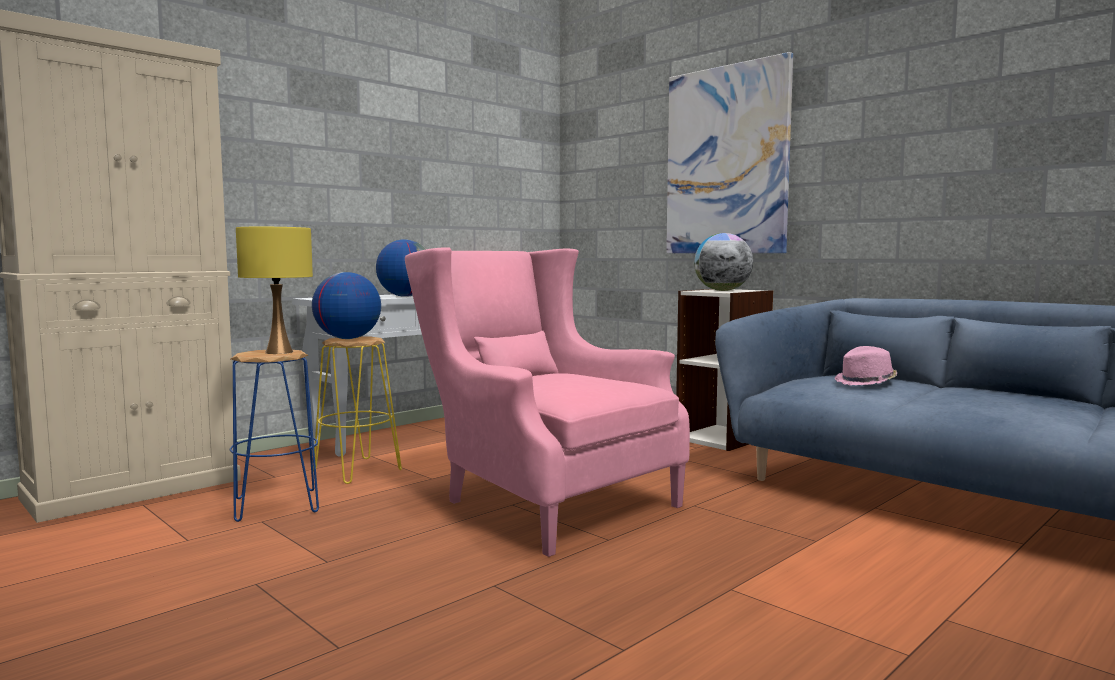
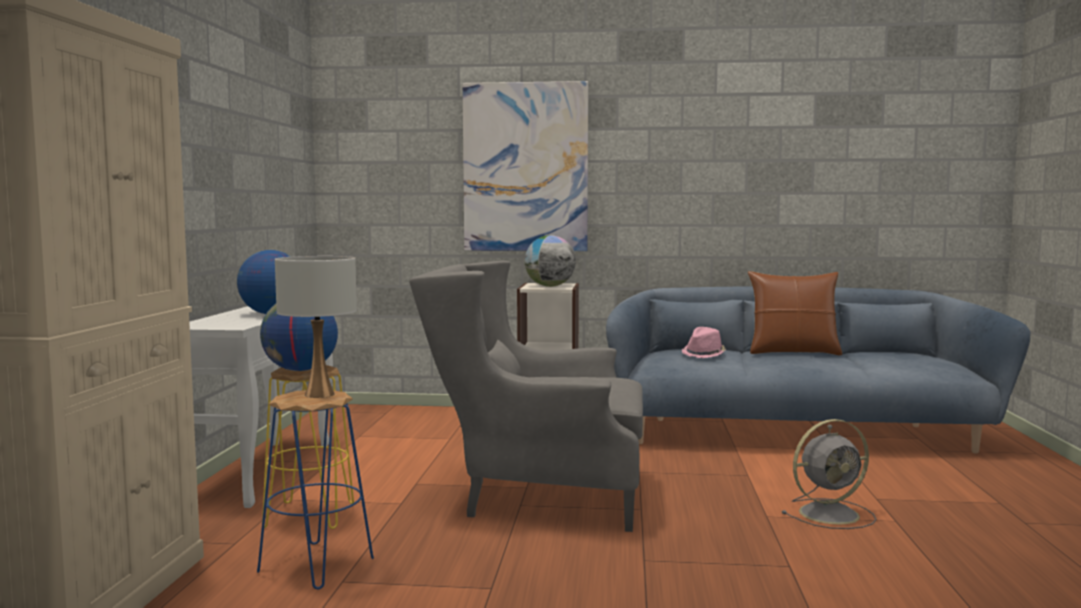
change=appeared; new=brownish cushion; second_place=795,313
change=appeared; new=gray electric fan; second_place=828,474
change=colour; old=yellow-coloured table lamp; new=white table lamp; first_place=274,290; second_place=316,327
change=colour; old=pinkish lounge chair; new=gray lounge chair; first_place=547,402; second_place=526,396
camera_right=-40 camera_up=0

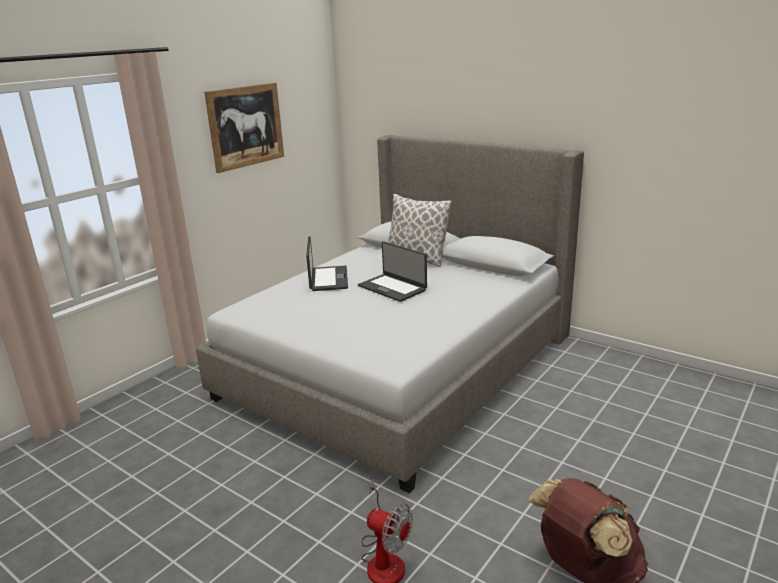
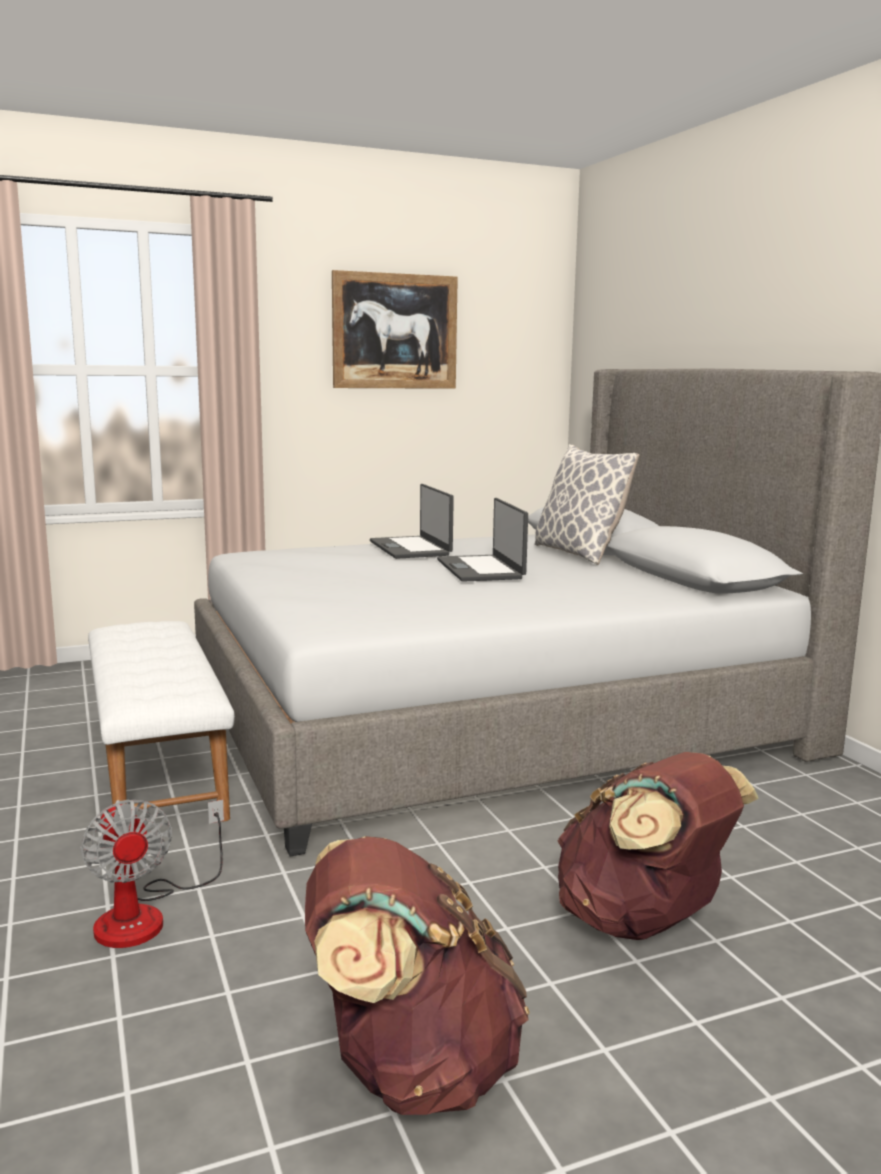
change=appeared; new=white bench; second_place=161,721
change=appeared; new=brownish rucksack; second_place=658,846
change=spun; old=notebook computer; first_place=327,263; second_place=412,521; degrees=135
camera_right=30 camera_up=-10

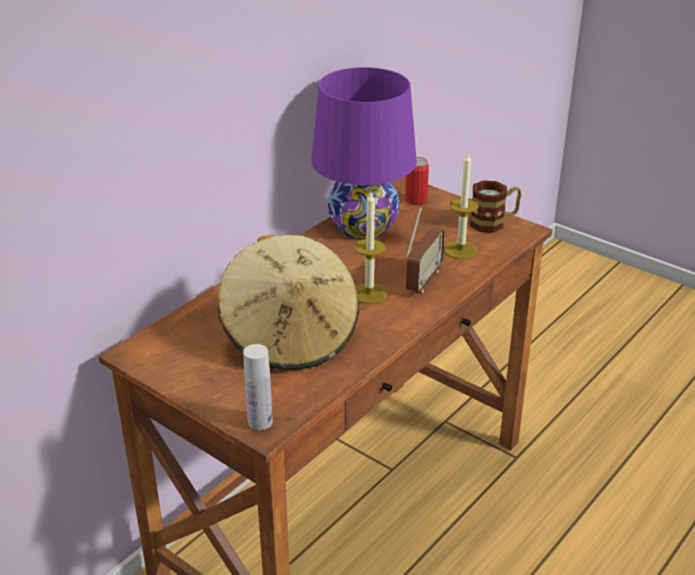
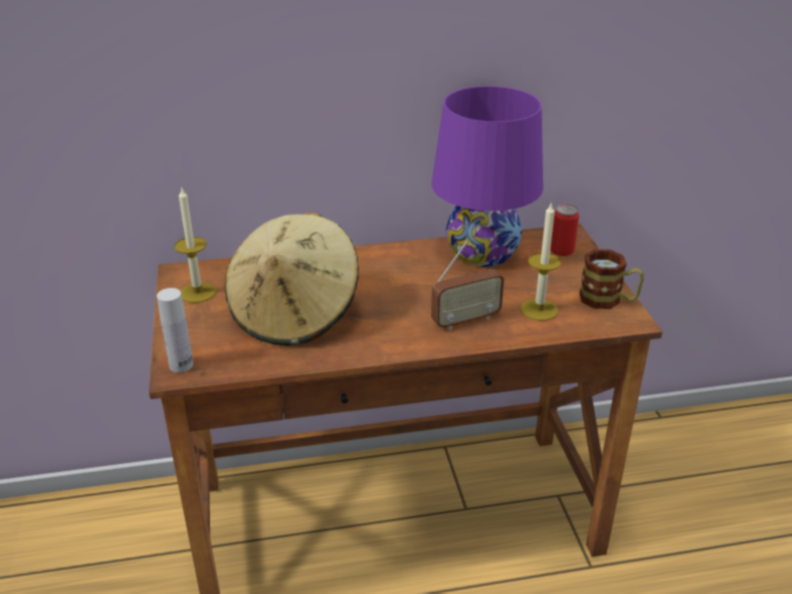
change=relocated; old=wax light; first_place=370,248; second_place=195,244
camera_right=40 camera_up=0

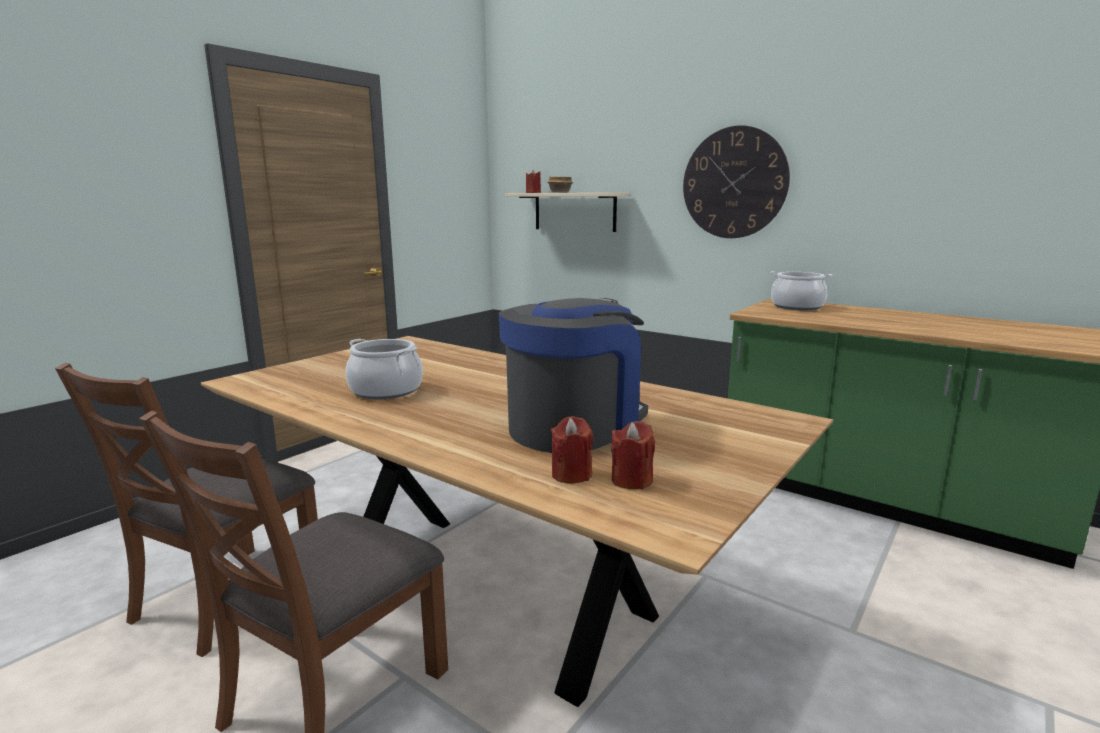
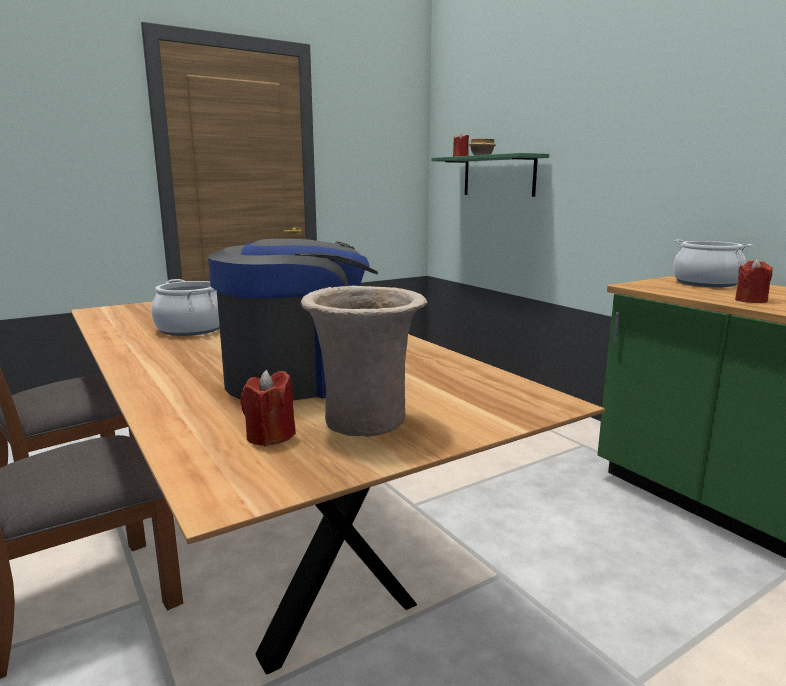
change=missing; old=wall clock; first_place=736,181
change=appeared; new=sand-coloured flower vase; second_place=364,361
change=relocated; old=red-coloured wax light; first_place=572,449; second_place=754,281
change=colour; old=sand-coloured wall shelf; new=green wall shelf; first_place=567,212; second_place=490,175
camera_right=20 camera_up=0

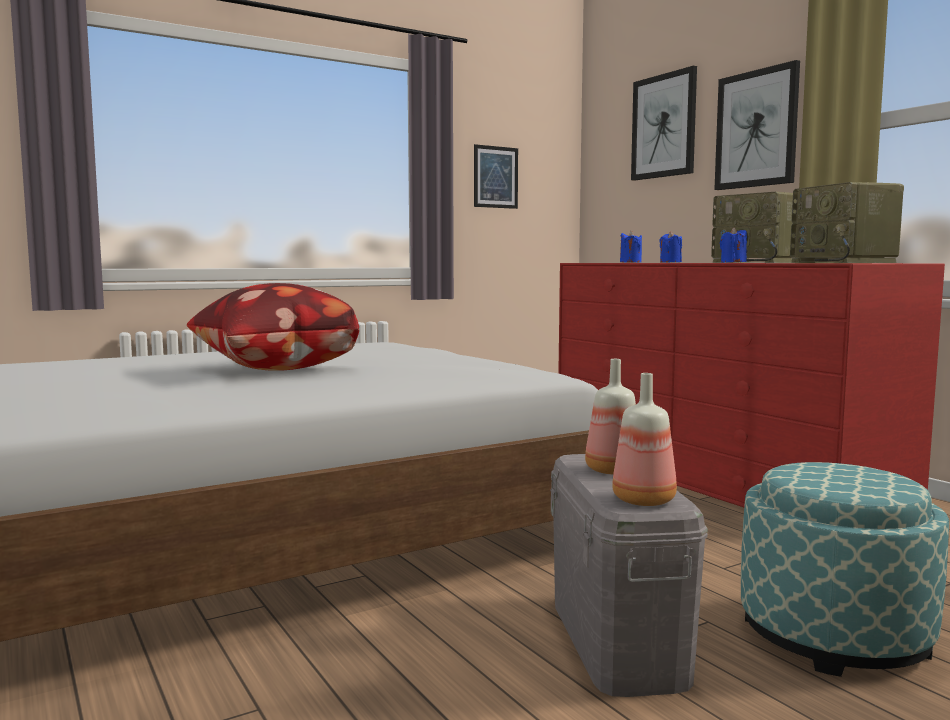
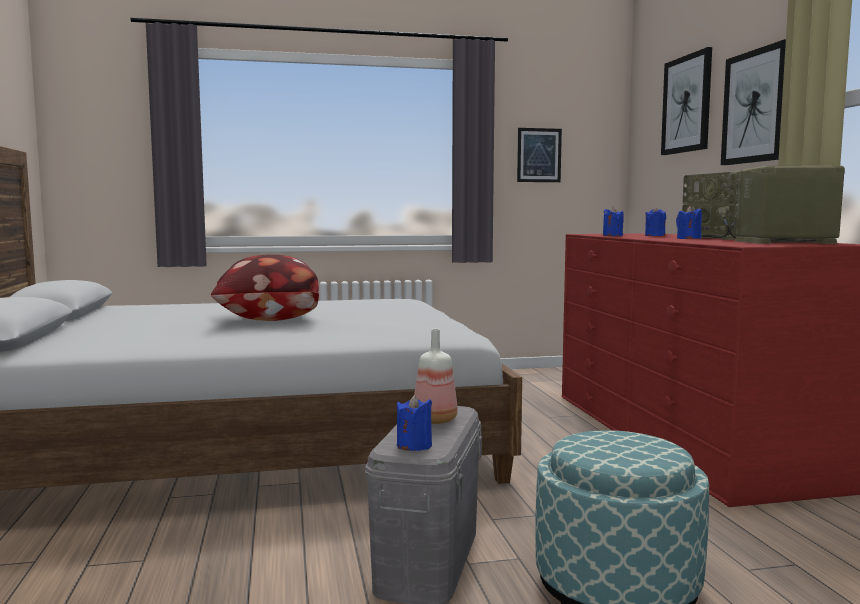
change=exchanged; old=bottle; new=blue-coloured wax light; first_place=644,439; second_place=414,422
change=spun; old=radio; first_place=847,222; second_place=787,205; degrees=90
camera_right=20 camera_up=0

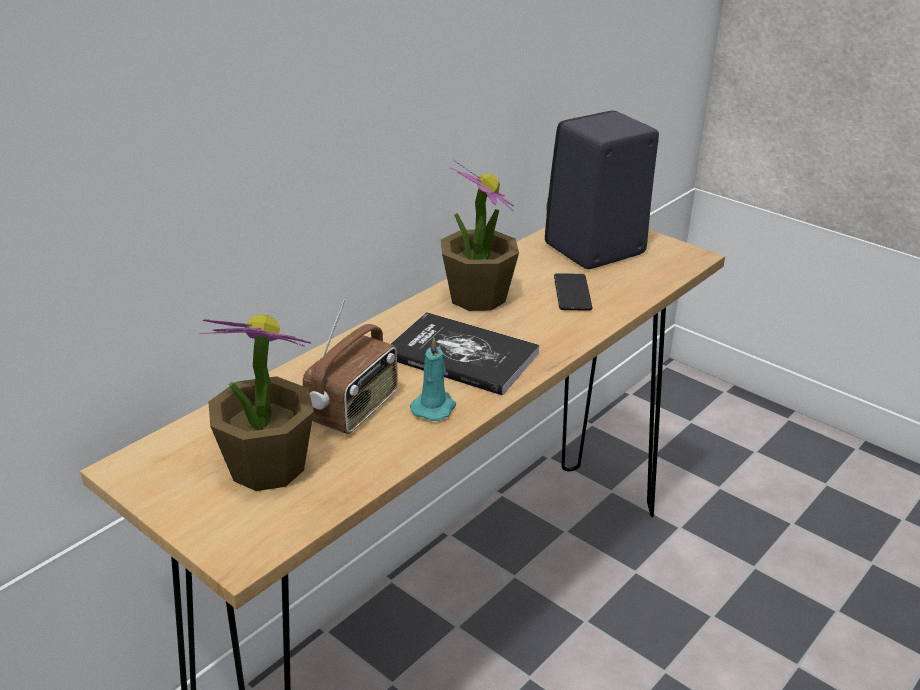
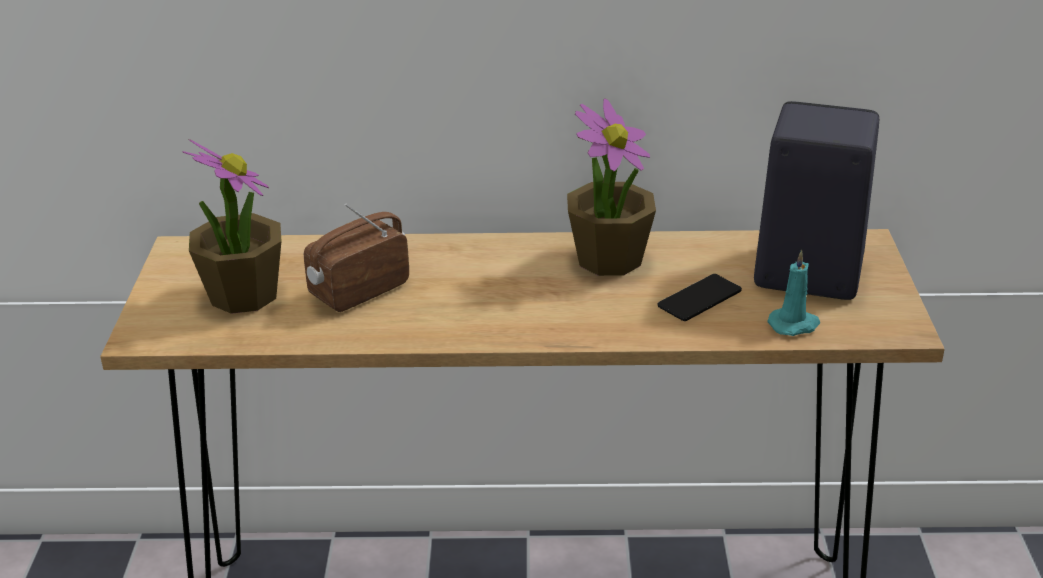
change=missing; old=book; first_place=465,354
change=relocated; old=turquoise-coloured wax light; first_place=433,379; second_place=793,293
change=spun; old=radio; first_place=350,366; second_place=356,258; degrees=150
camera_right=50 camera_up=0

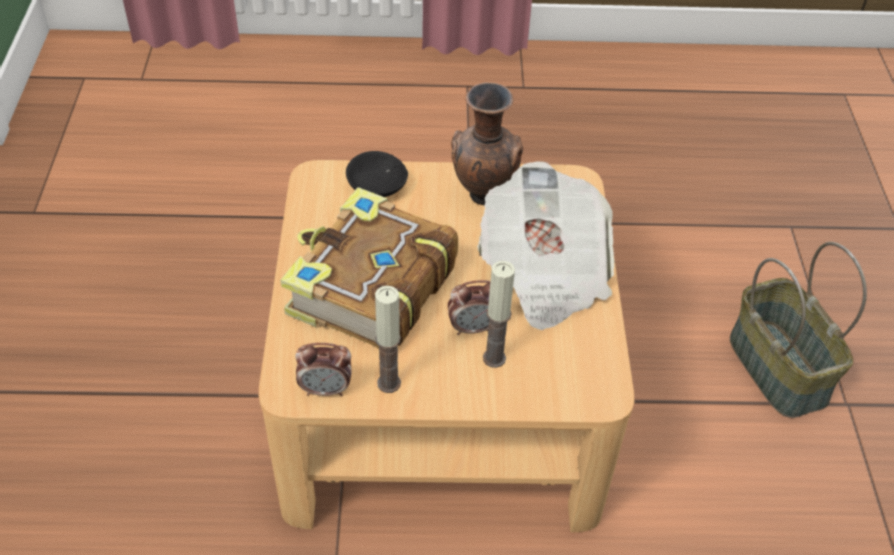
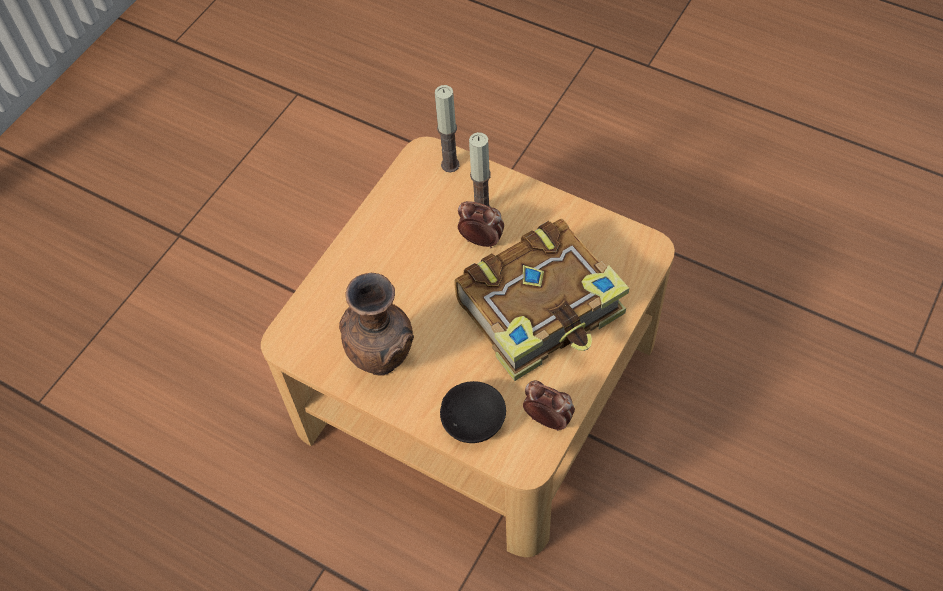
change=missing; old=printed paper; first_place=545,245
change=missing; old=storage basket; first_place=798,330
change=relocated; old=table clock; first_place=323,369; second_place=549,406
change=relocated; old=wax light; first_place=388,339; second_place=447,128
camera_right=-145 camera_up=10

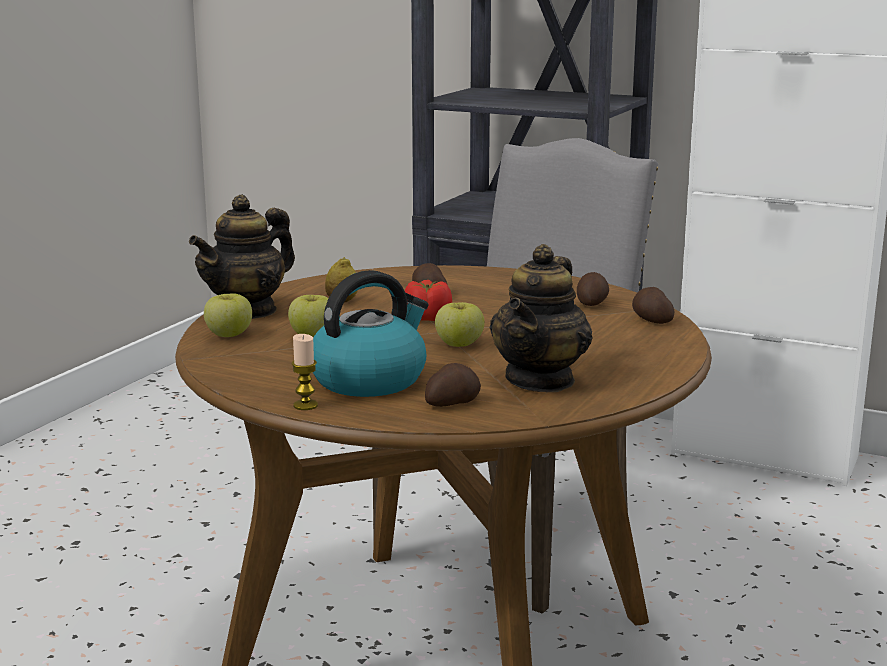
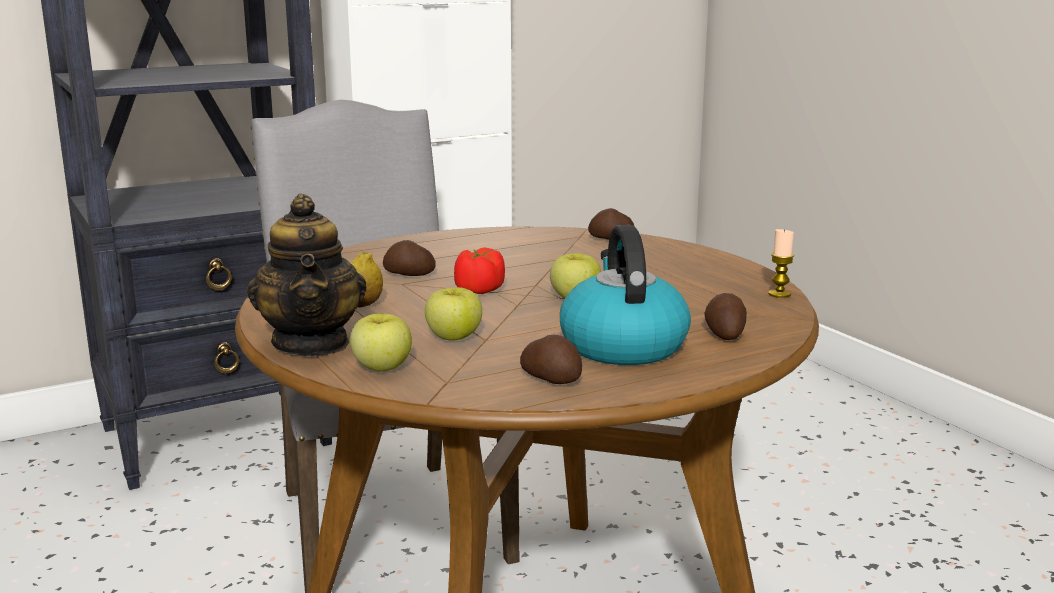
change=missing; old=tea pot; first_place=541,318
change=relocated; old=wax light; first_place=305,372; second_place=781,263
change=relocated; old=whole potato; first_place=593,289; second_place=551,359
camera_right=-55 camera_up=0

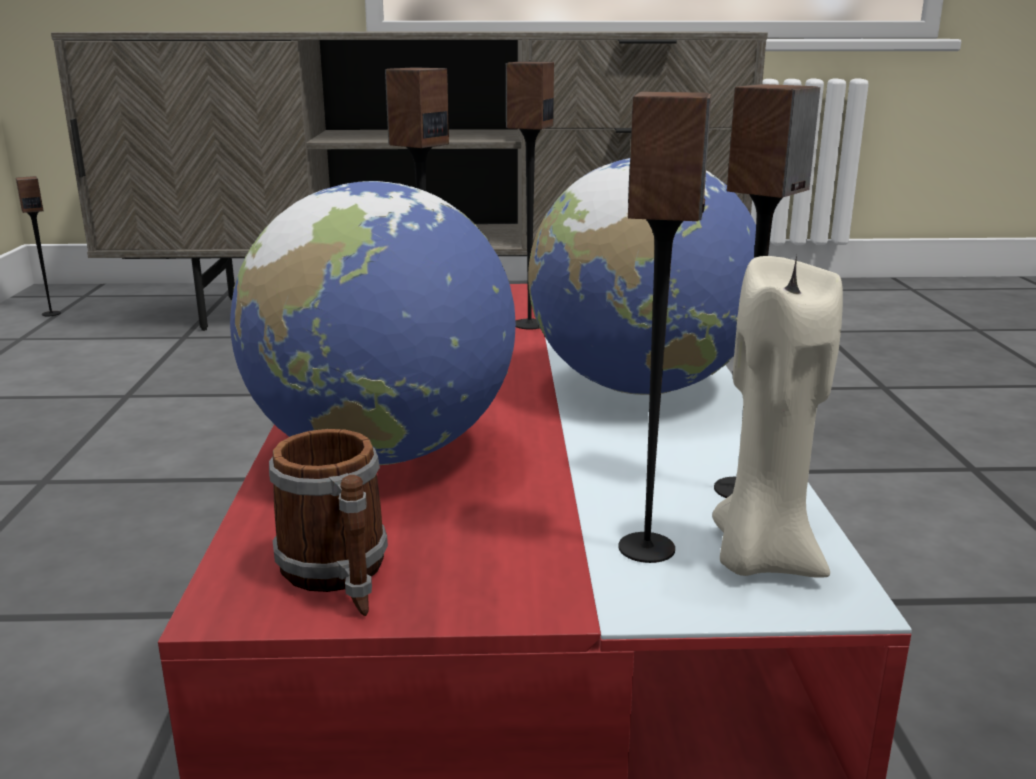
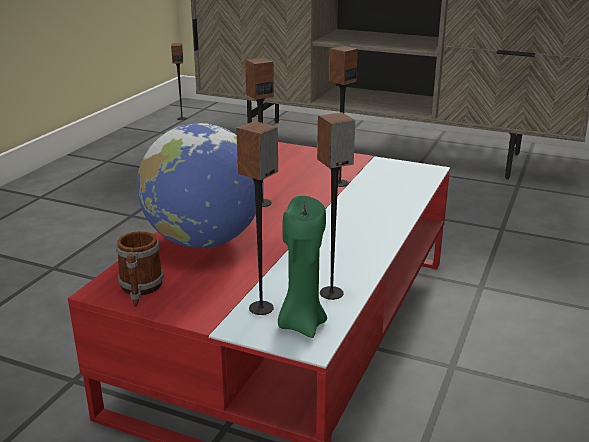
change=missing; old=world globe; first_place=642,276
change=colour; old=sand-coloured wax light; new=green wax light; first_place=777,416; second_place=302,267
camera_right=25 camera_up=5

